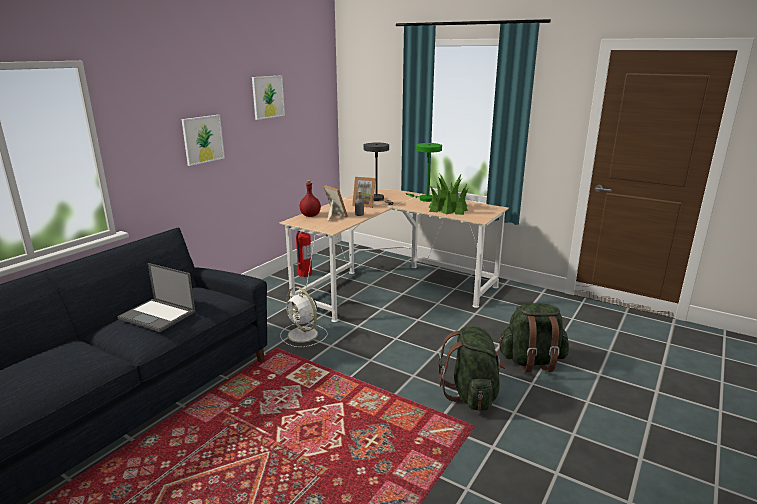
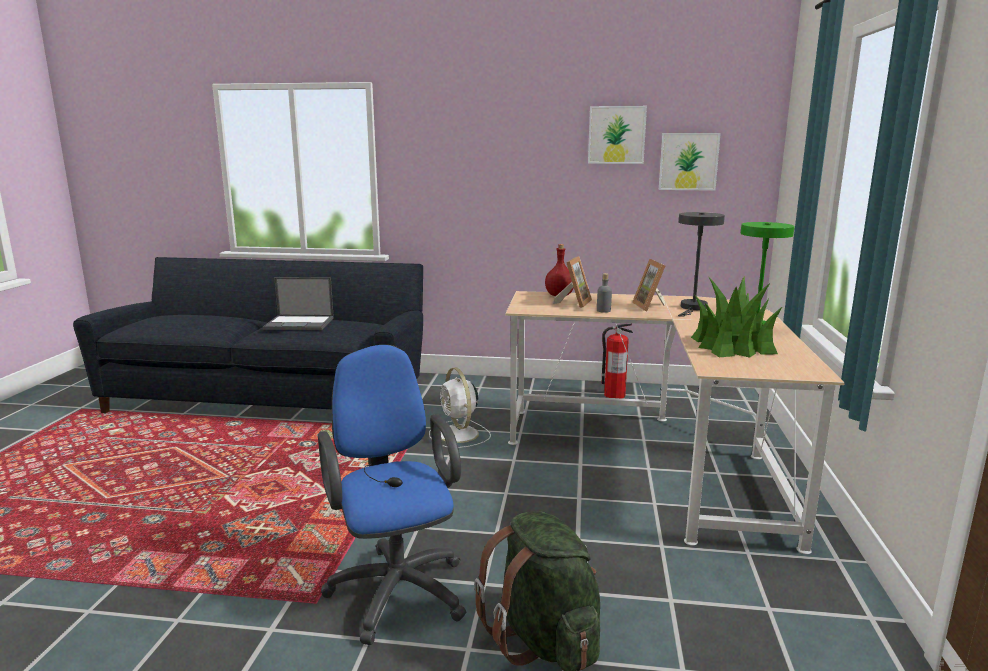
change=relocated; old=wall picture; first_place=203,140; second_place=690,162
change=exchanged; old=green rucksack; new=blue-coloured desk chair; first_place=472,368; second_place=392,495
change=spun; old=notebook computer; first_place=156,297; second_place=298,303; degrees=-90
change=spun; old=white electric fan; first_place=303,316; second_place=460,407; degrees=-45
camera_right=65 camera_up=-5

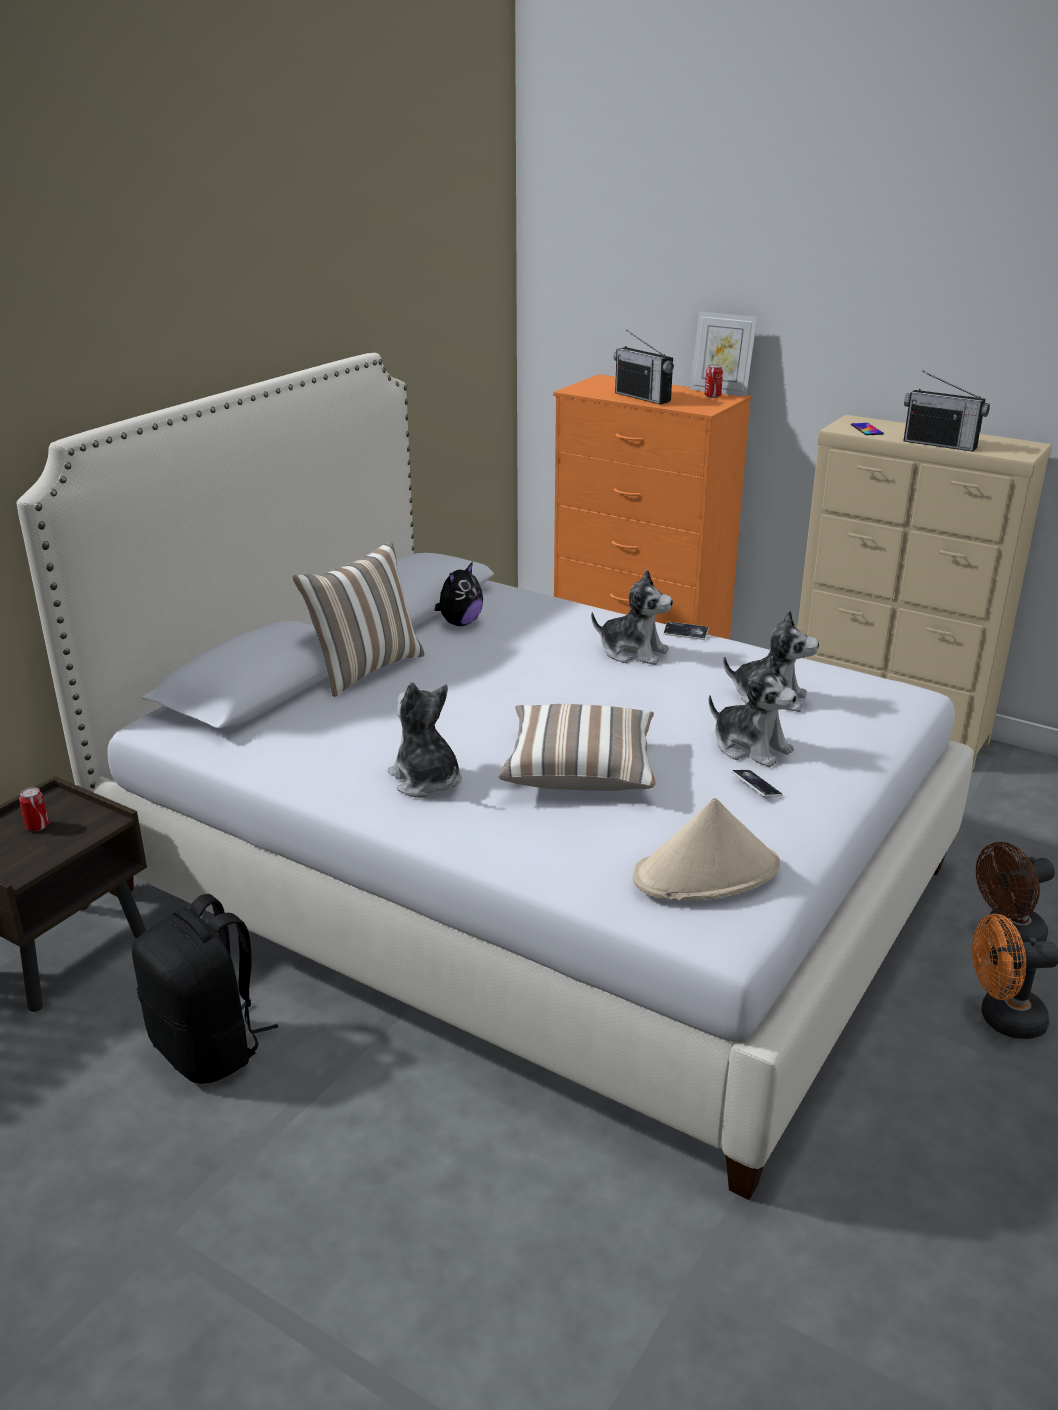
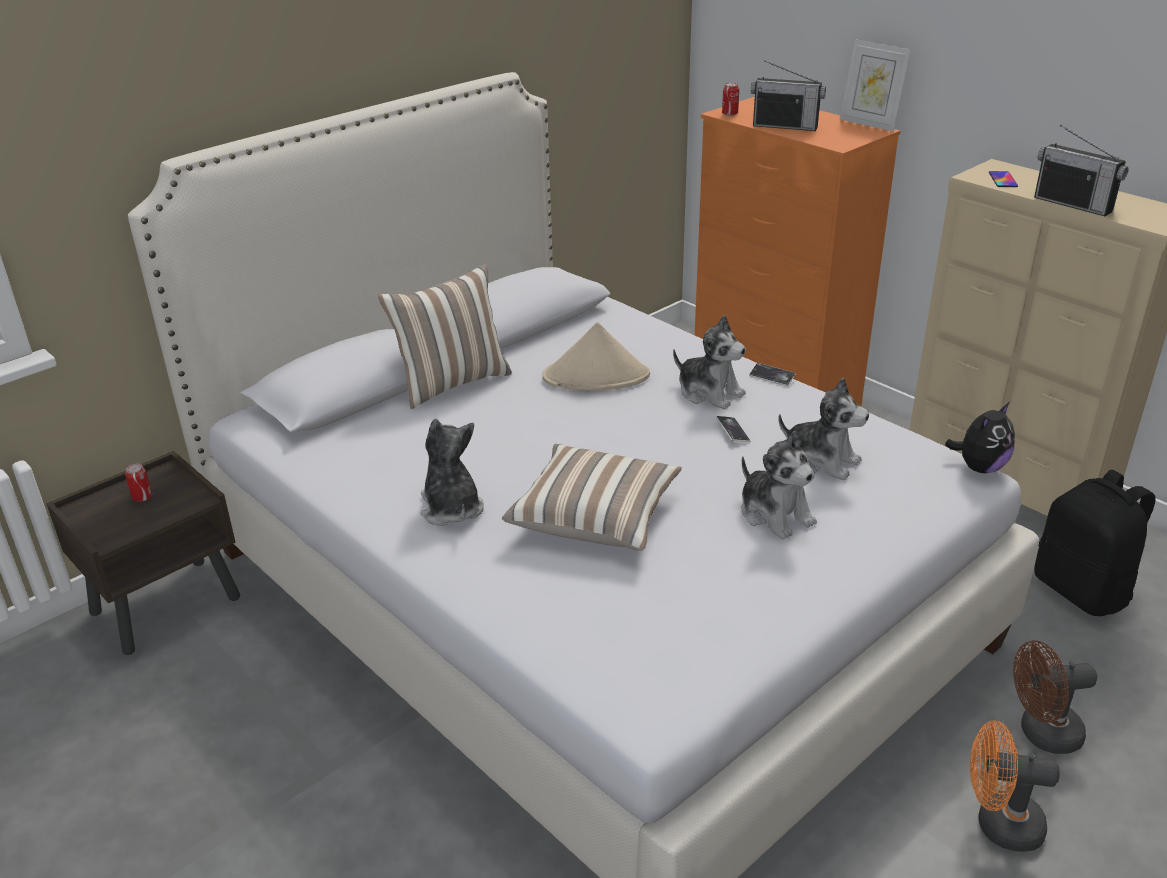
change=relocated; old=blackish rucksack; first_place=205,989; second_place=1094,543
change=relocated; old=cuddly toy; first_place=458,593; second_place=980,437
change=relocated; old=sand-coloured wearable hat; first_place=706,849; second_place=596,356
change=relocated; old=sealed can; first_place=714,381; second_place=730,99
change=relocated; old=handset; first_place=757,783; second_place=733,429
change=spun; old=radio; first_place=644,366; second_place=788,95; degrees=-45
camera_right=15 camera_up=5

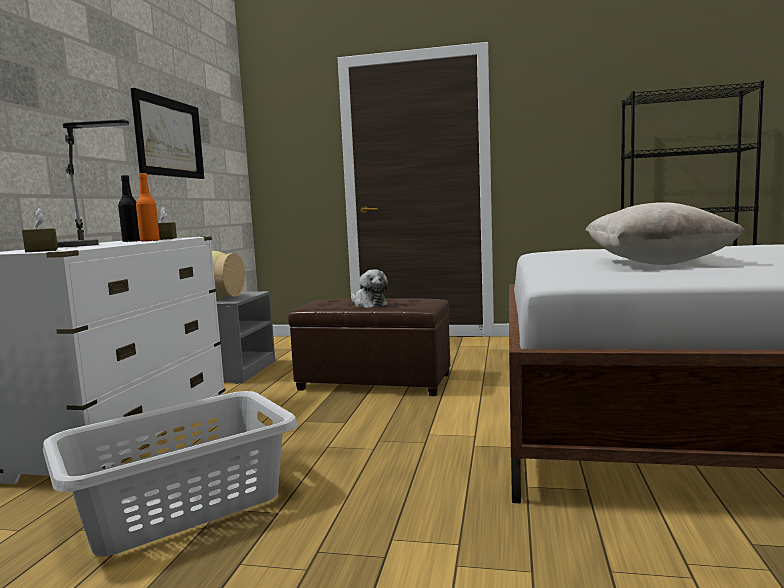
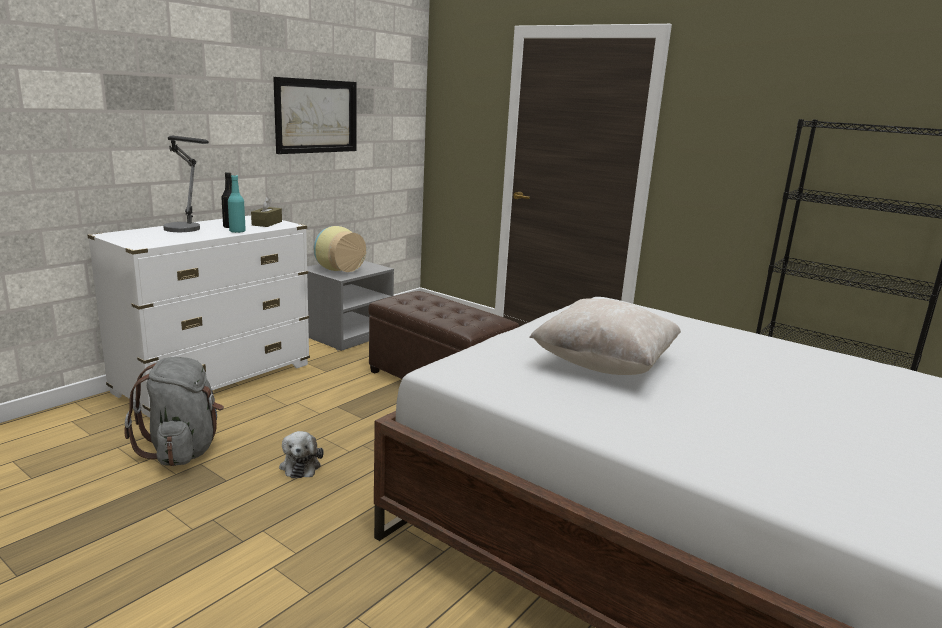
change=missing; old=brownish tissue box; first_place=40,230
change=relocated; old=cuddly toy; first_place=369,288; second_place=301,454
change=exchanged; old=gray laundry basket; new=gray rucksack; first_place=170,474; second_place=174,411
change=colour; old=orange bottle; new=turquoise-coloured bottle; first_place=148,207; second_place=237,204
camera_right=25 camera_up=10

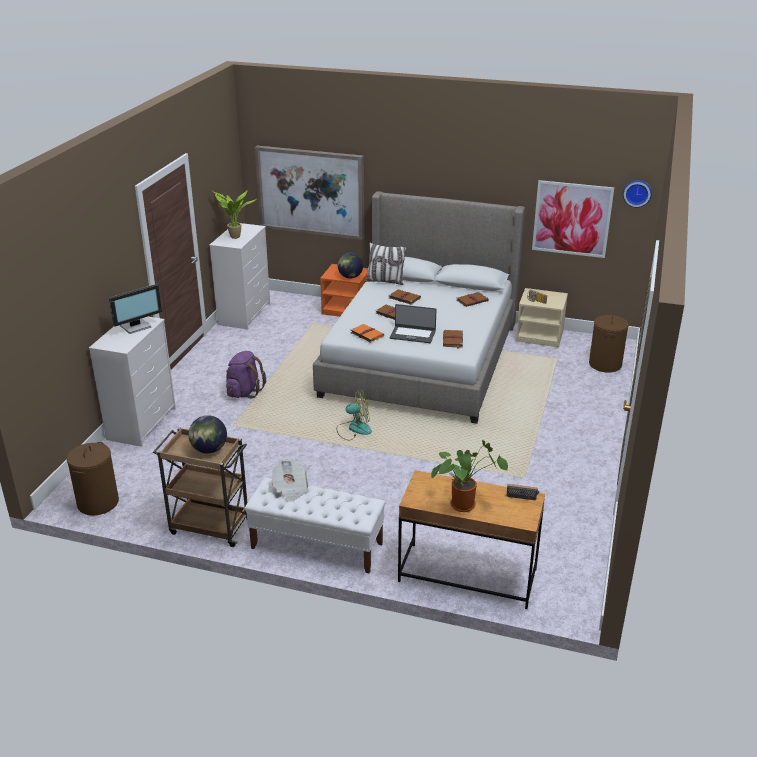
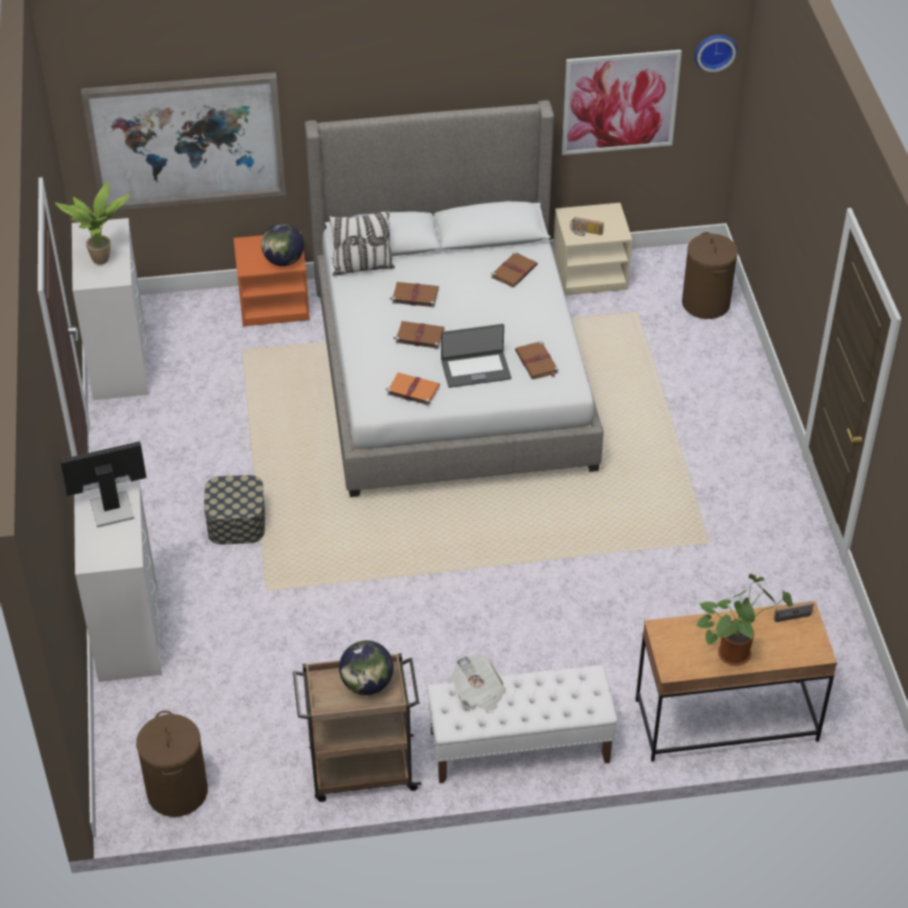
change=missing; old=electric fan; first_place=354,415
change=exchanged; old=purple-coloured rucksack; new=storage container; first_place=246,374; second_place=234,510
change=spun; old=computer screen; first_place=135,309; second_place=103,484; degrees=-135
camera_right=-25 camera_up=15

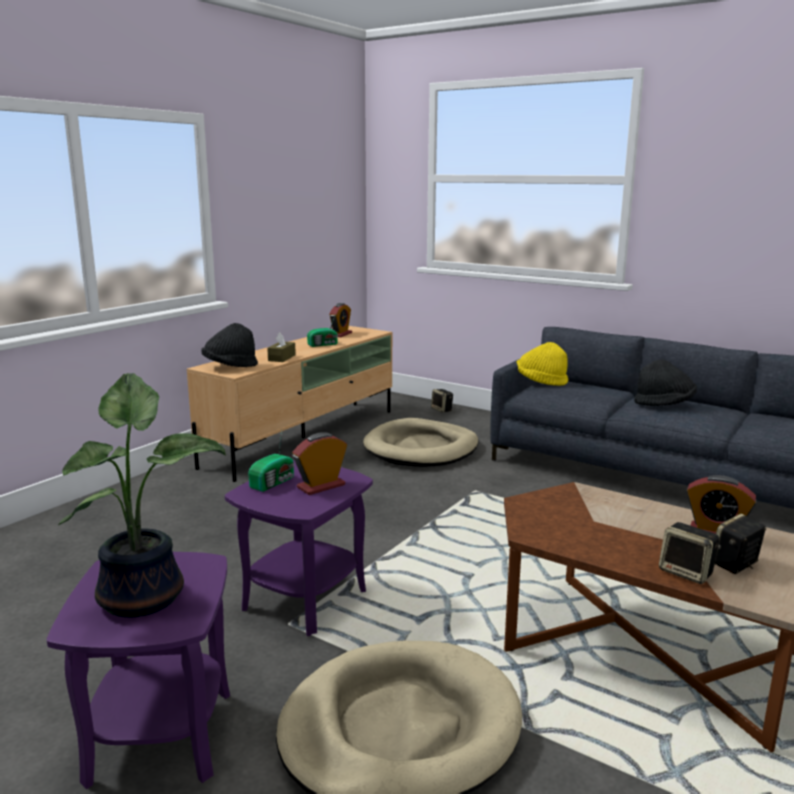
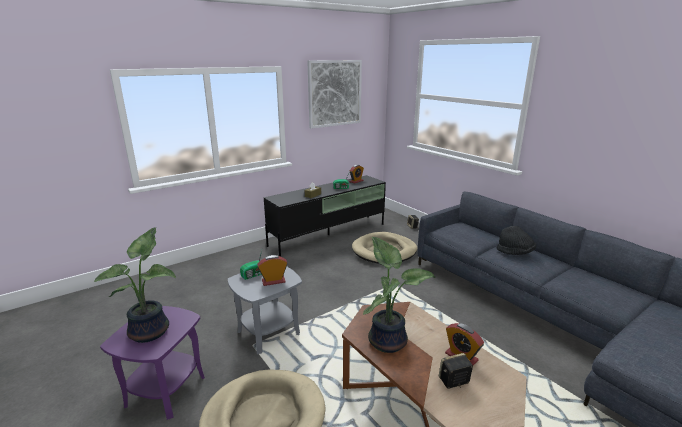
change=missing; old=blackish wearable hat; first_place=229,345
change=missing; old=yellow-coloured wearable hat; first_place=542,364
change=missing; old=audio speaker; first_place=690,553
change=appeared; new=wall picture; second_place=334,94
change=appeared; new=potted plant; second_place=399,295
change=colour; old=sand-coloured tv unit; new=blackish tv unit; first_place=289,404; second_place=325,216
change=colour; old=purple-coloured accent table; new=gray accent table; first_place=299,548; second_place=265,310
camera_right=20 camera_up=5

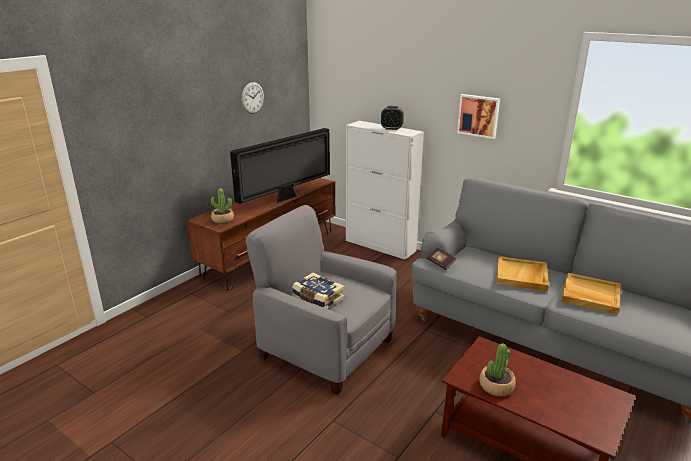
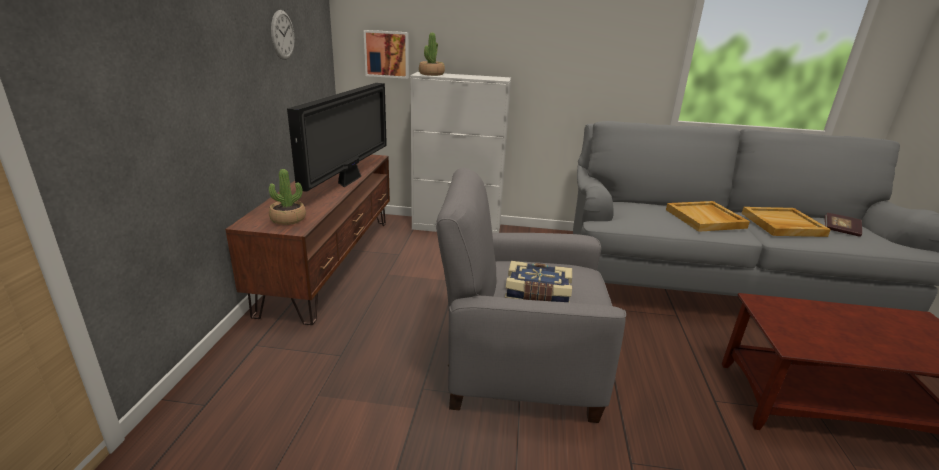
change=missing; old=table clock; first_place=392,118
change=relocated; old=book; first_place=441,259; second_place=843,225
change=relocated; old=wall picture; first_place=478,116; second_place=386,54
change=relocated; old=potted plant; first_place=497,369; second_place=432,54
camera_right=-30 camera_up=0

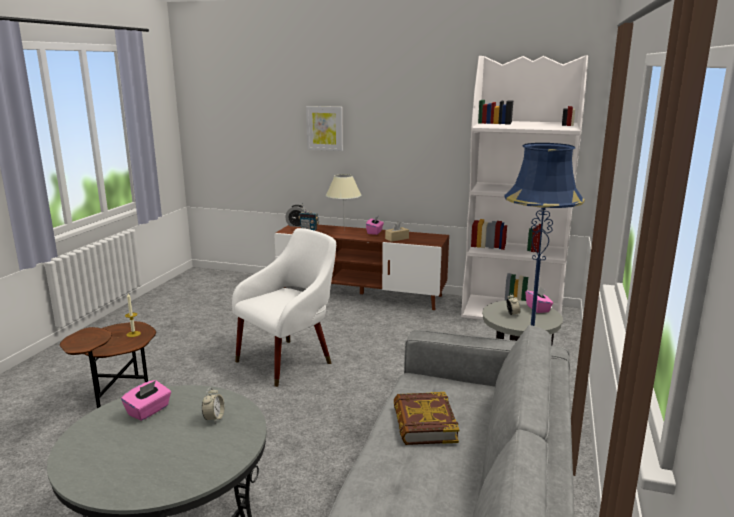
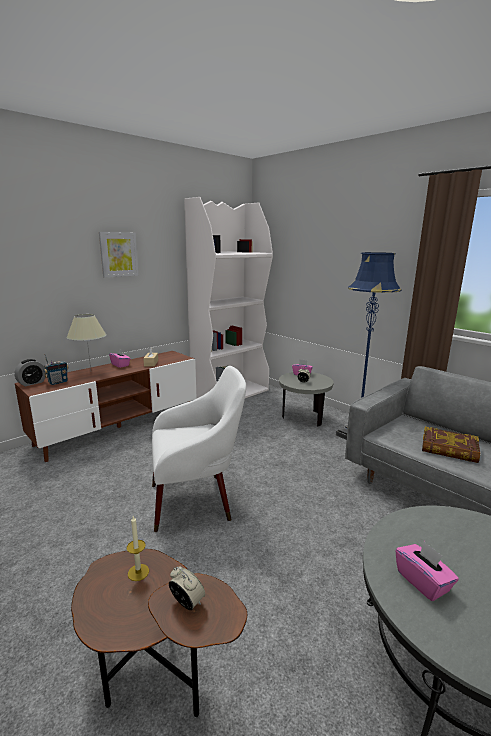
change=relocated; old=table clock; first_place=213,405; second_place=187,588
change=relocated; old=wall picture; first_place=324,128; second_place=119,255
change=spun; old=white lounge chair; first_place=284,307; second_place=199,449; degrees=90
camera_right=-60 camera_up=0

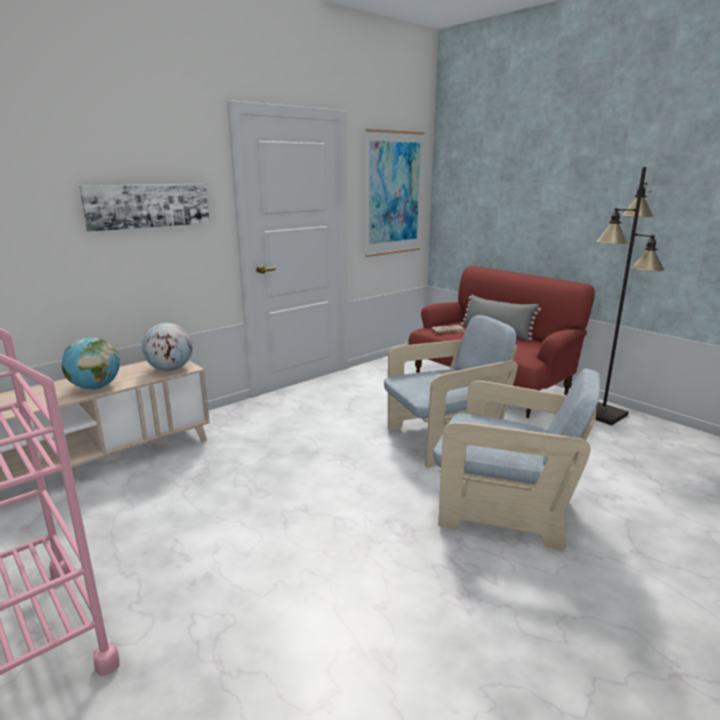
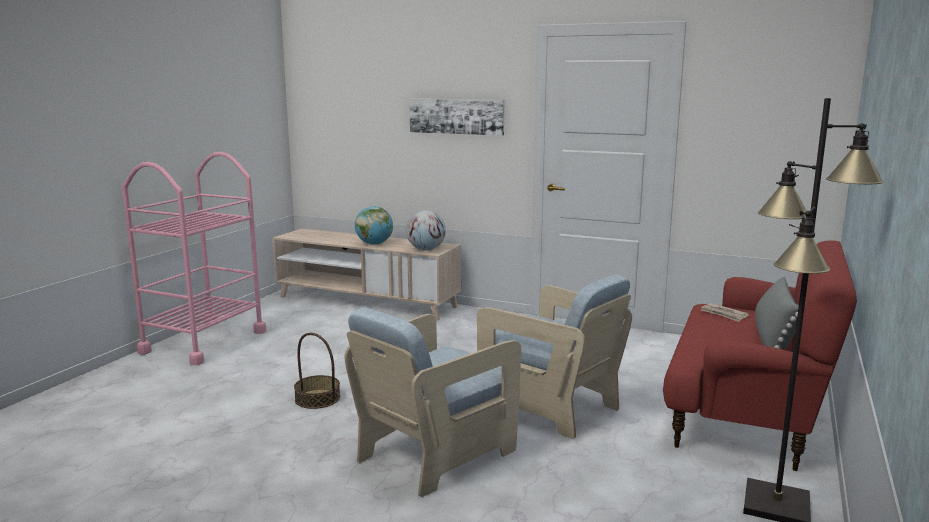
change=missing; old=wall picture; first_place=394,193
change=appeared; new=storage basket; second_place=317,371
change=spun; old=sand-coloured lounge chair; first_place=516,459; second_place=432,402; degrees=45
camera_right=65 camera_up=-5

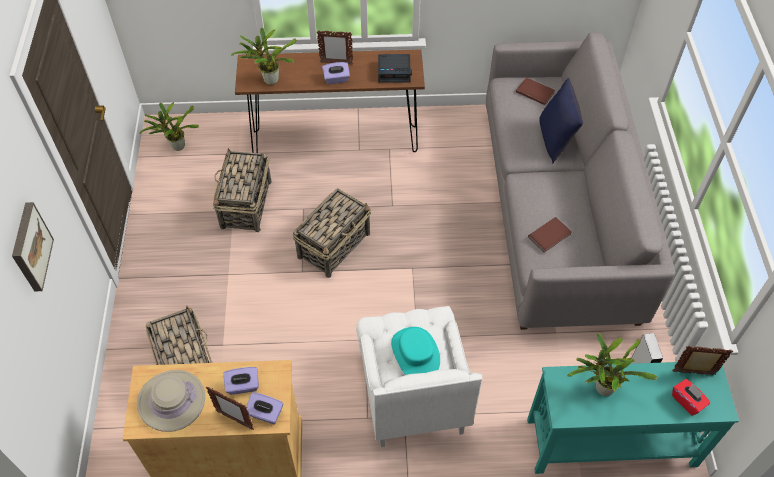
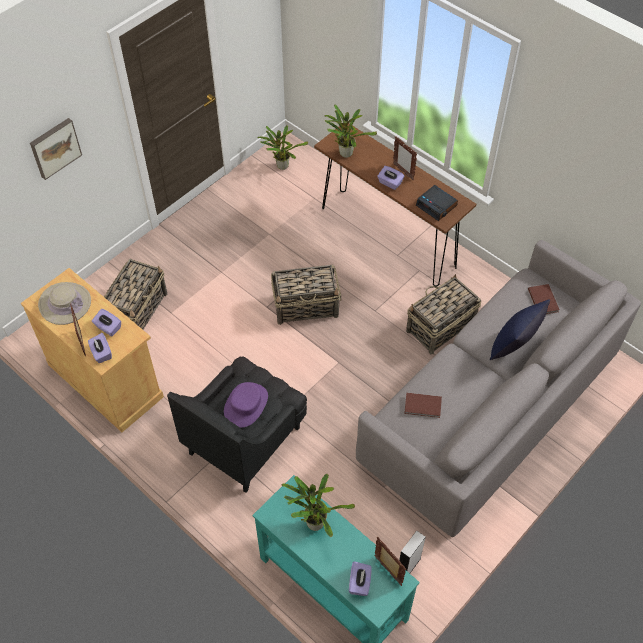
change=relocated; old=storage basket; first_place=242,190; second_place=443,314
change=colour; old=white lounge chair; new=blackish lounge chair; first_place=419,376; second_place=237,425
change=colour; old=turquoise-coloured wearable hat; new=purple-coloured wearable hat; first_place=415,351; second_place=246,405
change=colour; old=red-coloured tissue box; new=purple-coloured tissue box; first_place=691,397; second_place=360,578
camera_right=45 camera_up=0

